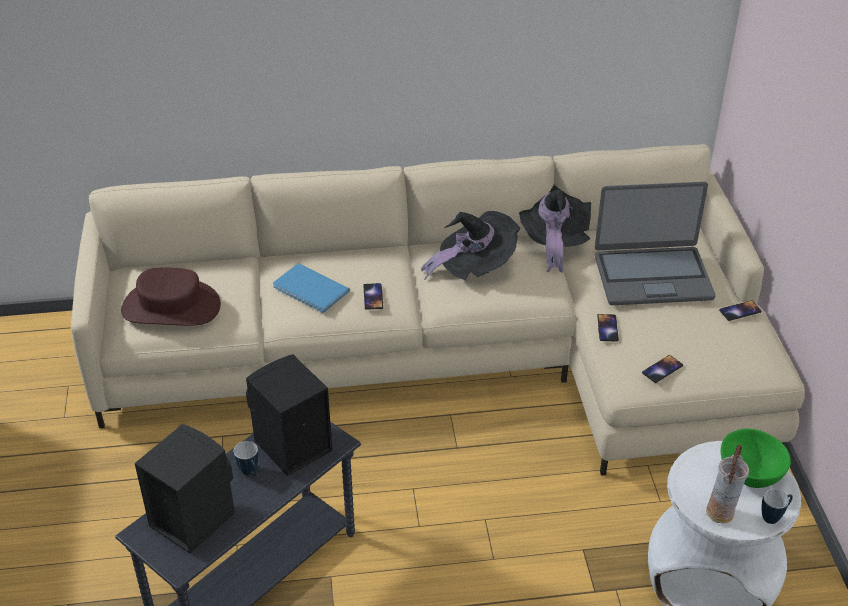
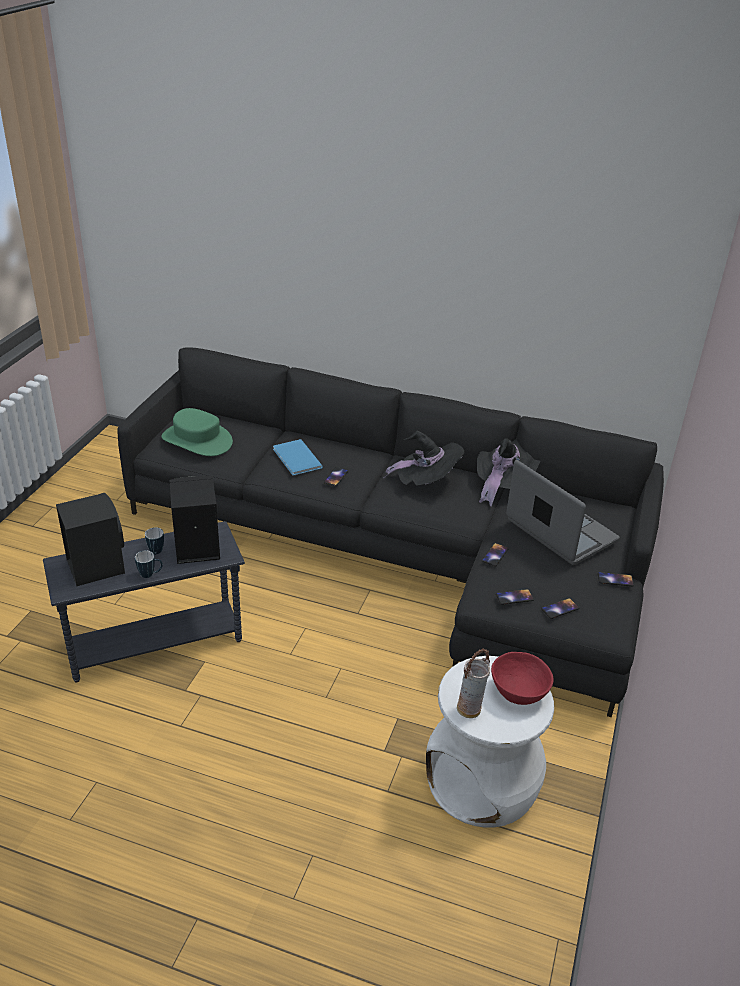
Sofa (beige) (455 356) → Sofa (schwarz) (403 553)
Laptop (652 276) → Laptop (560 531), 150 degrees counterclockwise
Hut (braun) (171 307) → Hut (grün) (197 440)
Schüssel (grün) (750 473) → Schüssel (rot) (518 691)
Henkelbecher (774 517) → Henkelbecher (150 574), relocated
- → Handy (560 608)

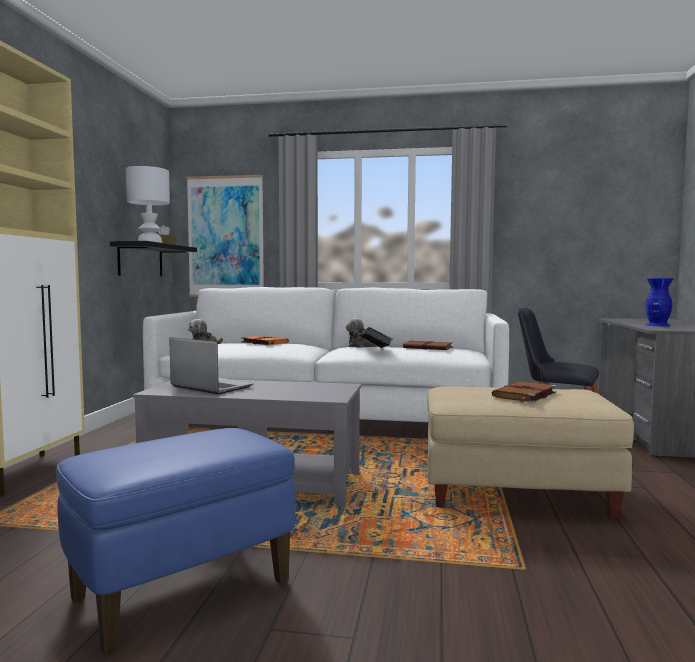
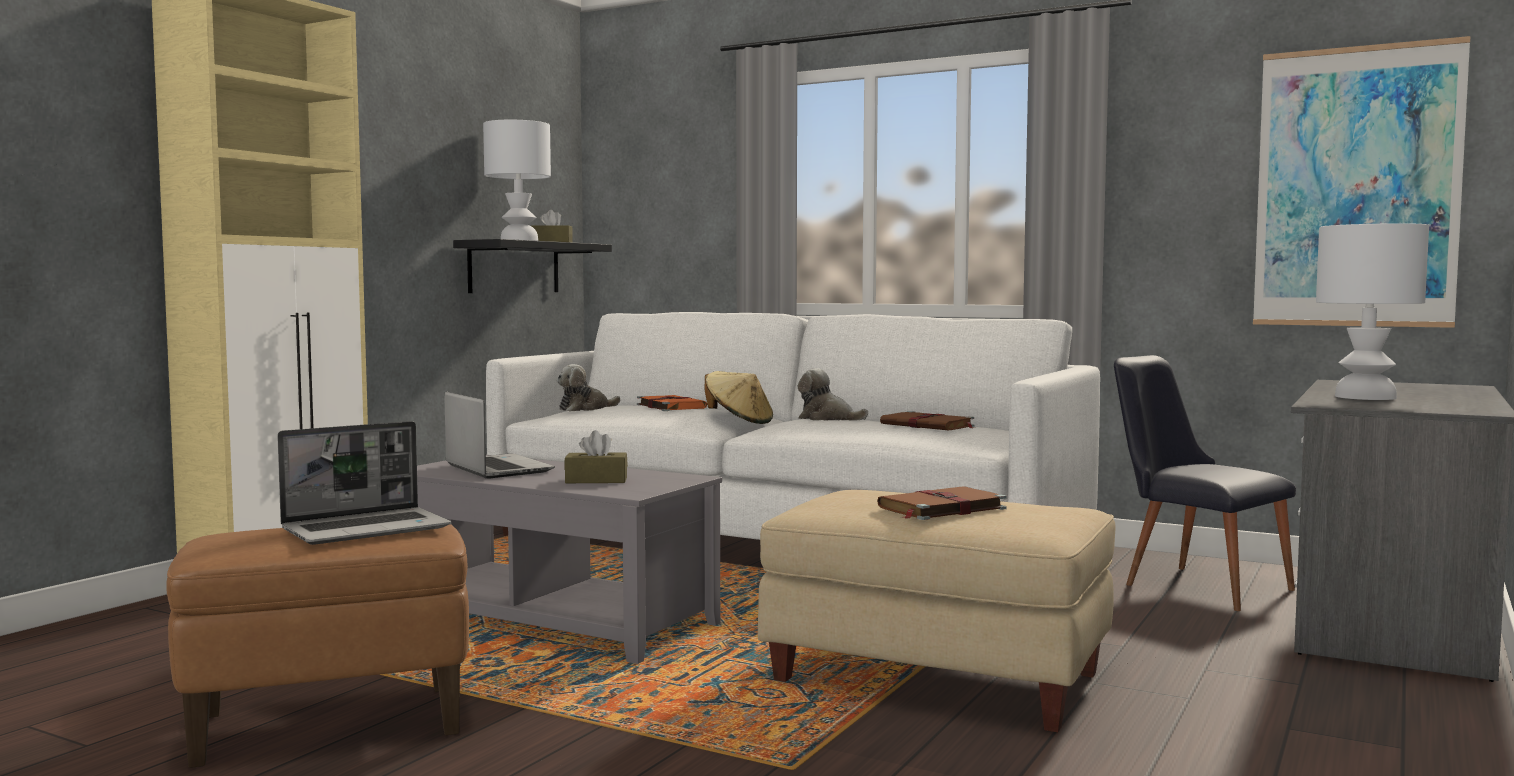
Bild (225 237) → Bild (1356 187), relocated
Vase (blau) (657 325) → Tischlampe (weiß) (1365 397)
Buch (375 350) → -
Polsterhocker (blau) (184 590) → Polsterhocker (braun) (331 724)
- → Hut (beige) (739 422)
- → Laptop (368 529)
- → Taschentuchbox (braun) (596 480)

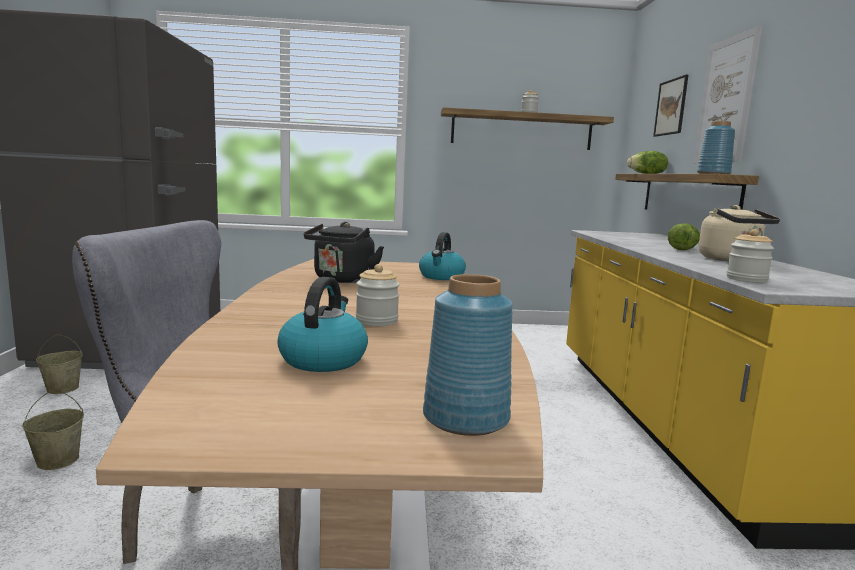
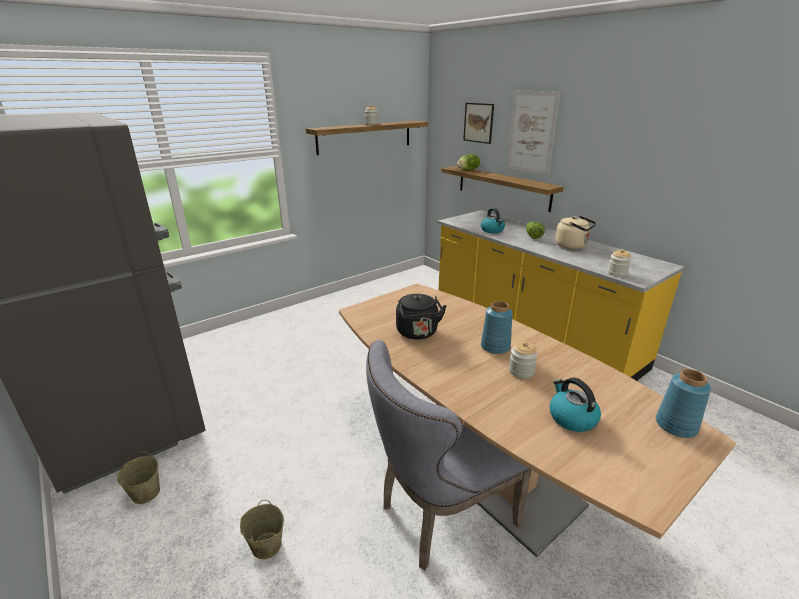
Vase (blau) (712 174) → Vase (blau) (494 347), relocated
Wasserkessel (441 277) → Wasserkessel (492 230), relocated

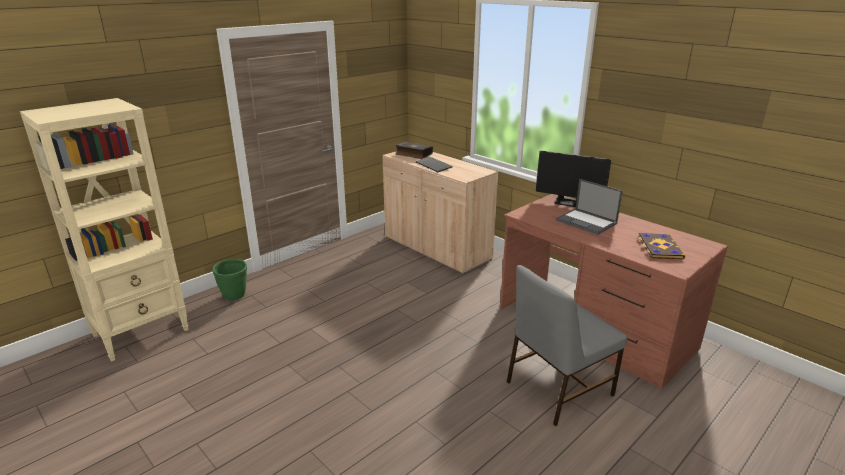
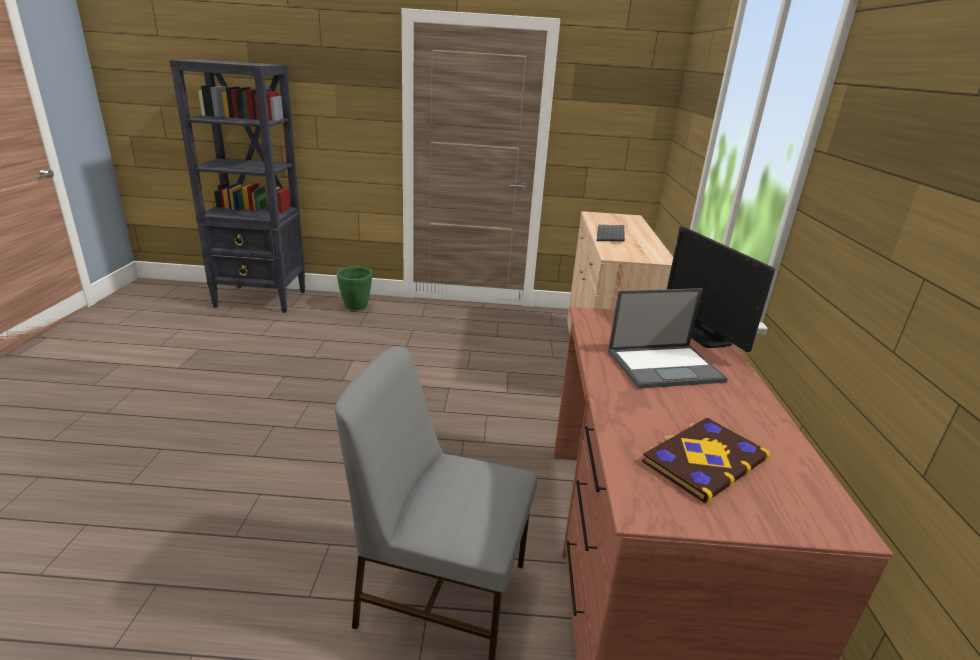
Bücherregal (beige) (142 332) → Bücherregal (schwarz) (262 299)
Buch (413 154) → -
Laptop (587 222) → Laptop (665 366), 105 degrees counterclockwise

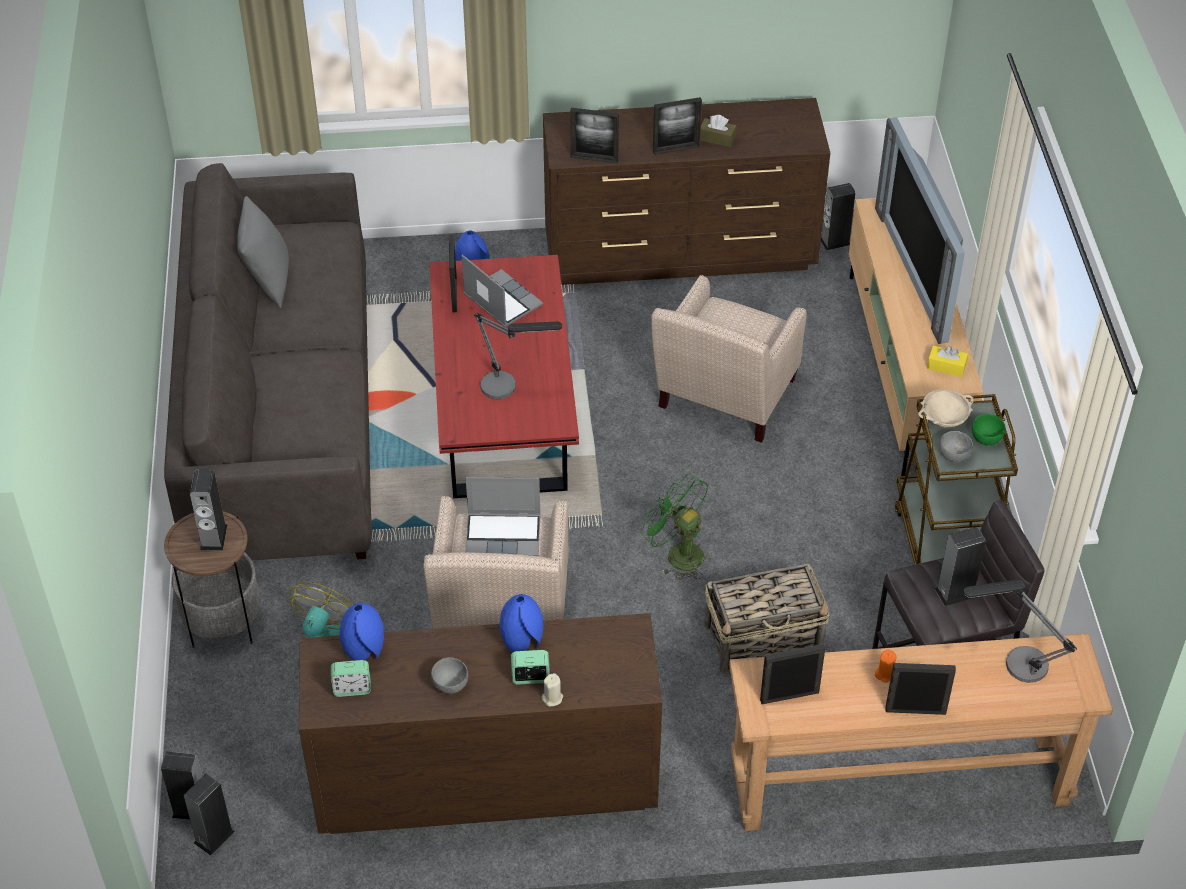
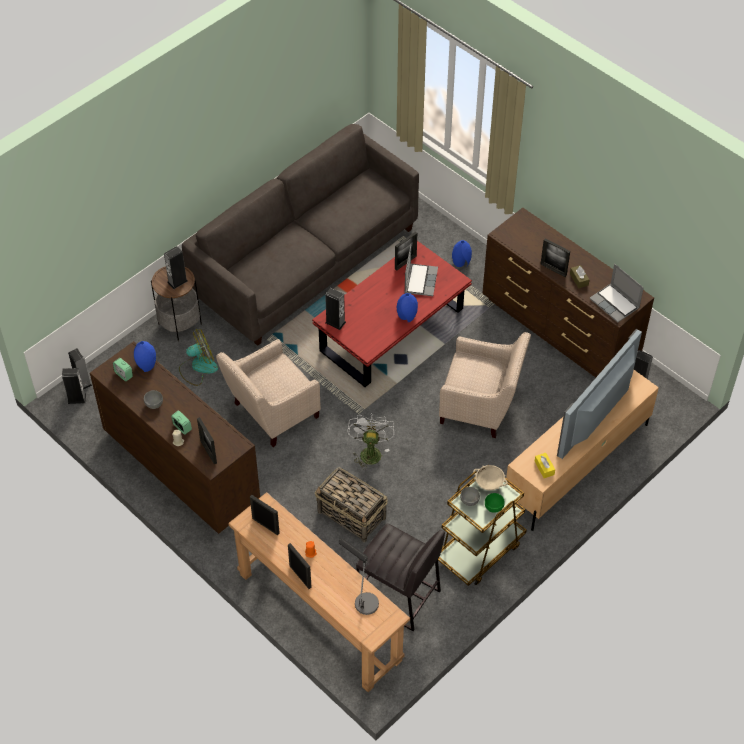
Bilderrahmen (594 159) → Bilderrahmen (208 452), relocated
Kissen (grau) (268 281) → -
Sessel (beige) (722 399) → Sessel (beige) (481 407), 150 degrees counterclockwise
Tischlampe (509 387) → -
Ventilator (grün) (678 553) → Ventilator (weiß) (370 451)
Laptop (504 535) → Laptop (615 304), relocated
Lautsprecher (955 593) → Lautsprecher (335 322), relocated
Vase (blau) (523 641) → Vase (blau) (407 316), relocated

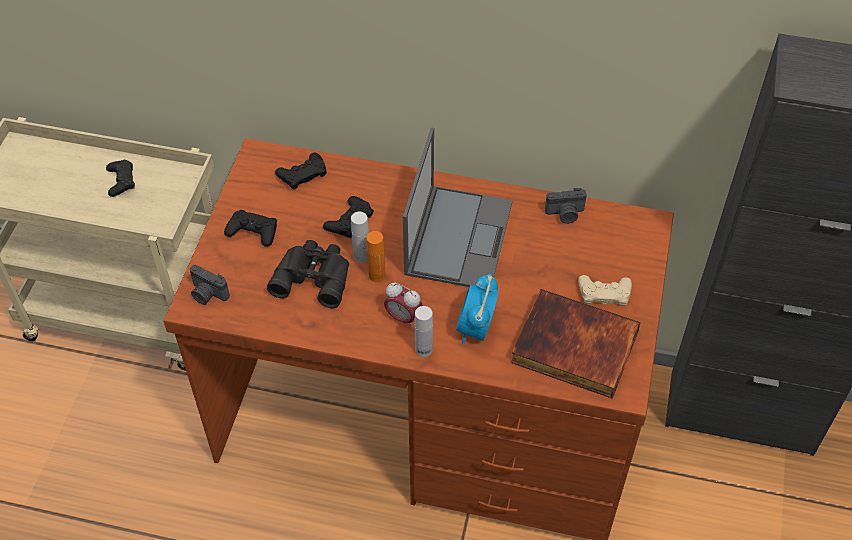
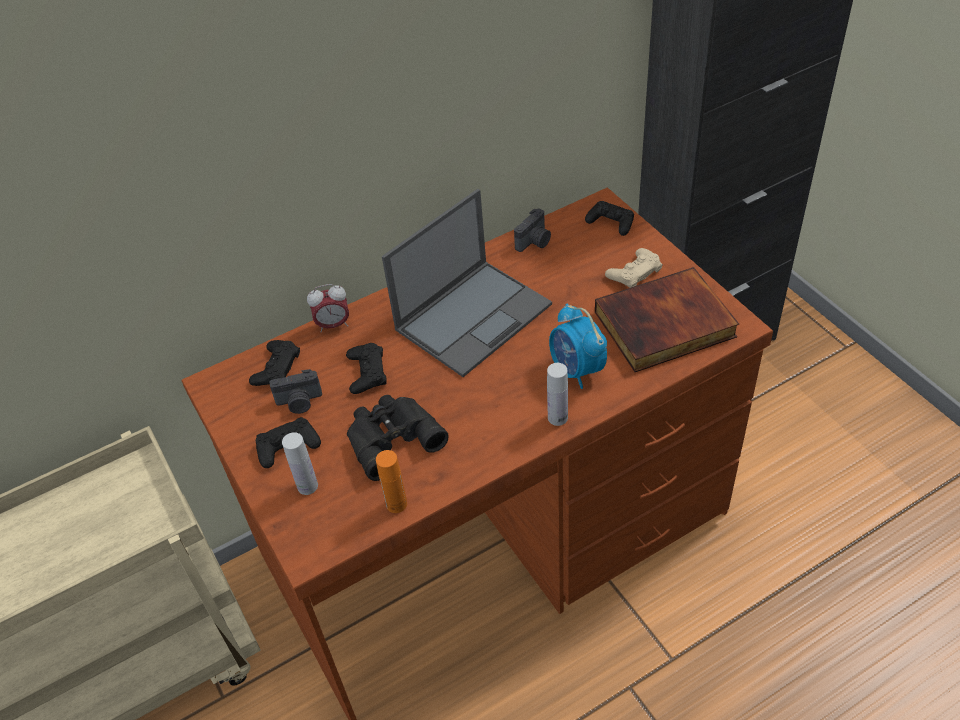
Laptop (458 236) → Laptop (474 316), 75 degrees clockwise
Gamepad (schwarz) (121 181) → Gamepad (schwarz) (611 222), relocated
Flasche (weiß) (361 256) → Flasche (weiß) (307 486), relocated
Flasche (orange) (377 275) → Flasche (orange) (396 504), relocated
Kamera (207 294) → Kamera (299 402), relocated
Wecker (403 317) → Wecker (333 325), relocated

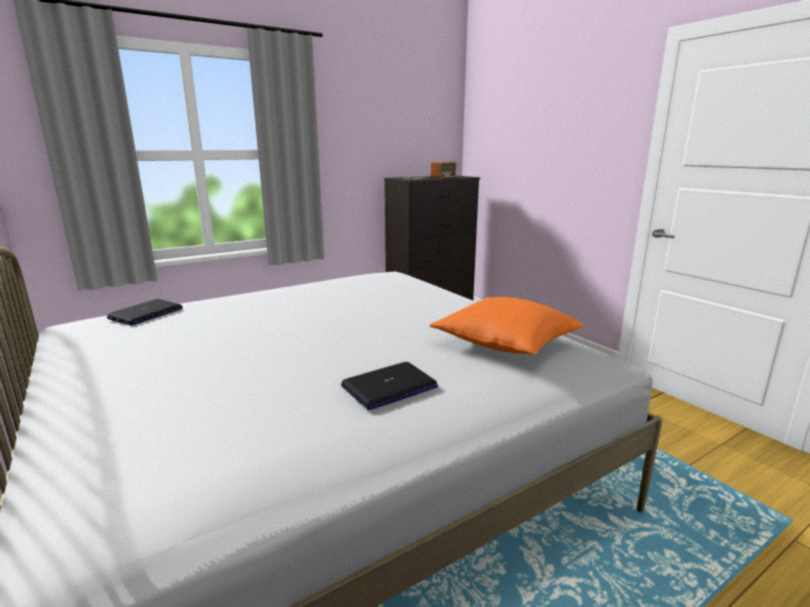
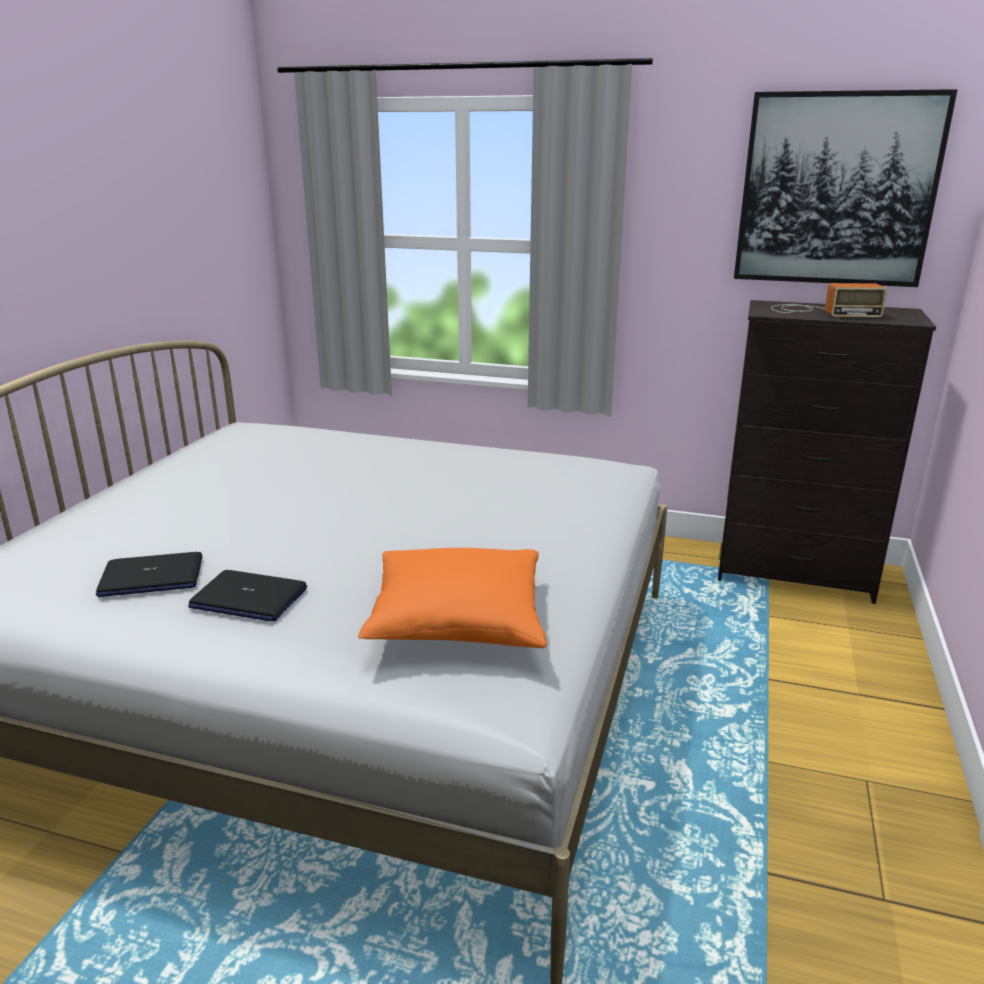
Laptop (146 314) → Laptop (151 577), relocated
- → Bild (836 190)

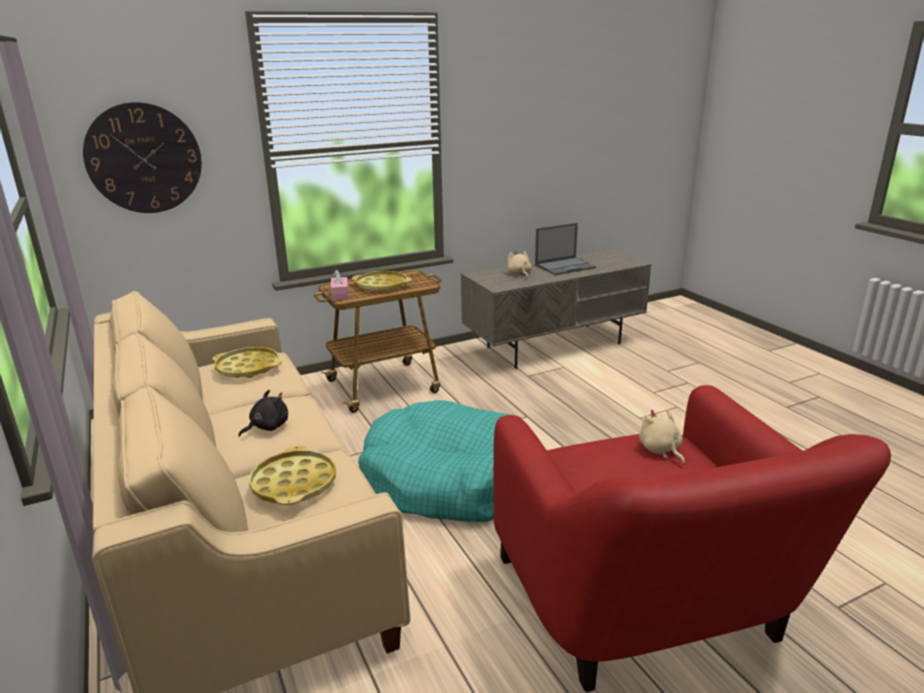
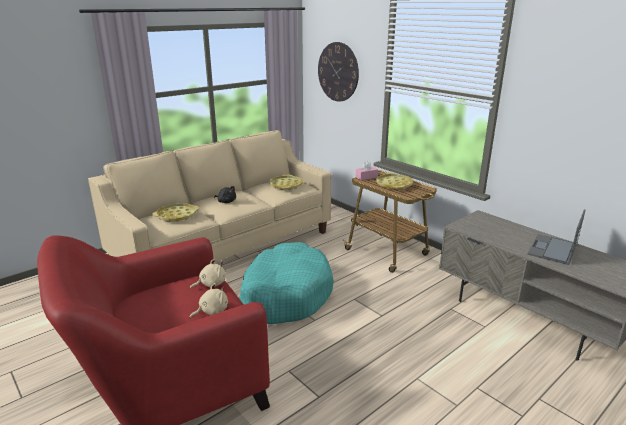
Laptop (565 266) → Laptop (552 250), 75 degrees clockwise
Plüschtier (beige) (519 274) → Plüschtier (beige) (211 284), relocated

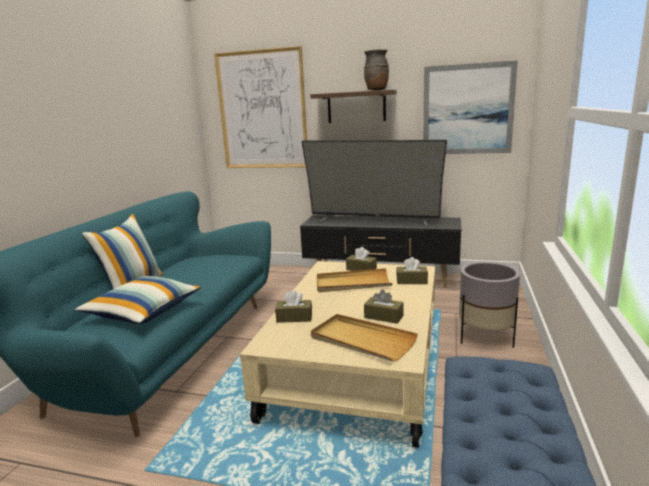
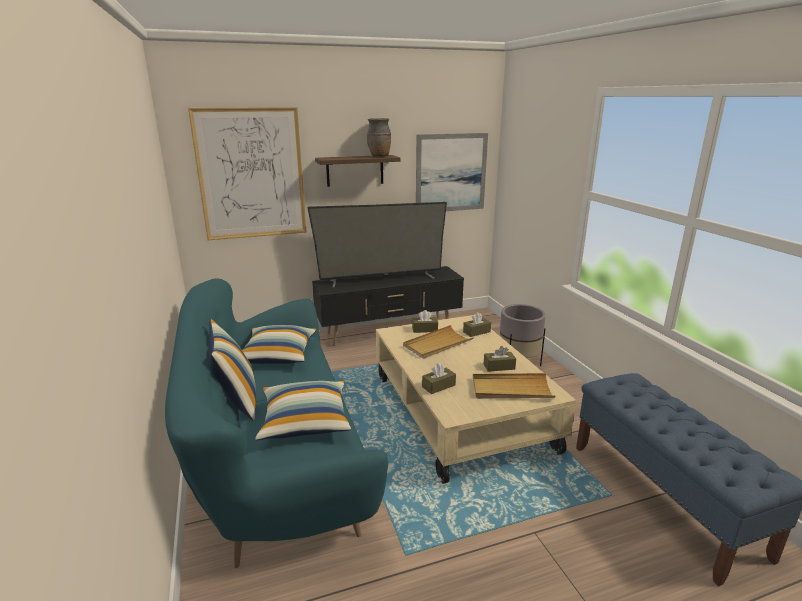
- → Kissen (277 355)

